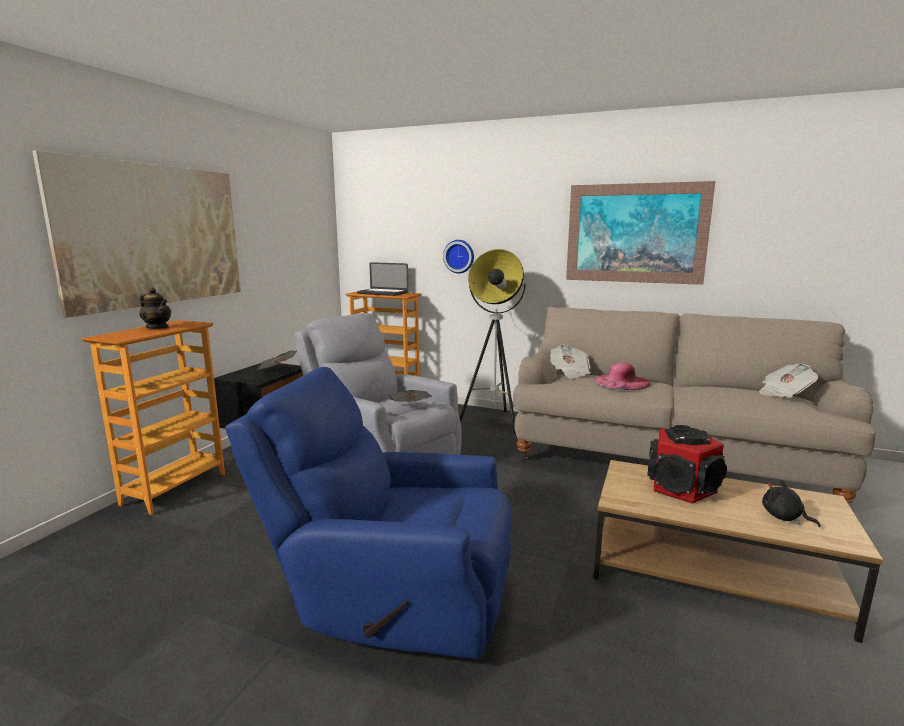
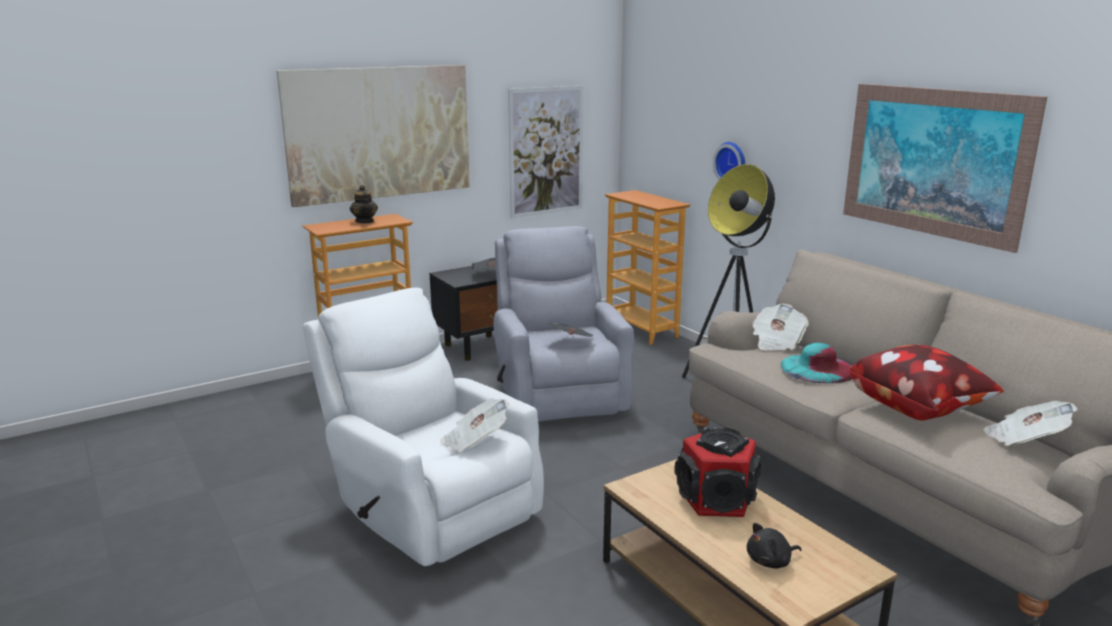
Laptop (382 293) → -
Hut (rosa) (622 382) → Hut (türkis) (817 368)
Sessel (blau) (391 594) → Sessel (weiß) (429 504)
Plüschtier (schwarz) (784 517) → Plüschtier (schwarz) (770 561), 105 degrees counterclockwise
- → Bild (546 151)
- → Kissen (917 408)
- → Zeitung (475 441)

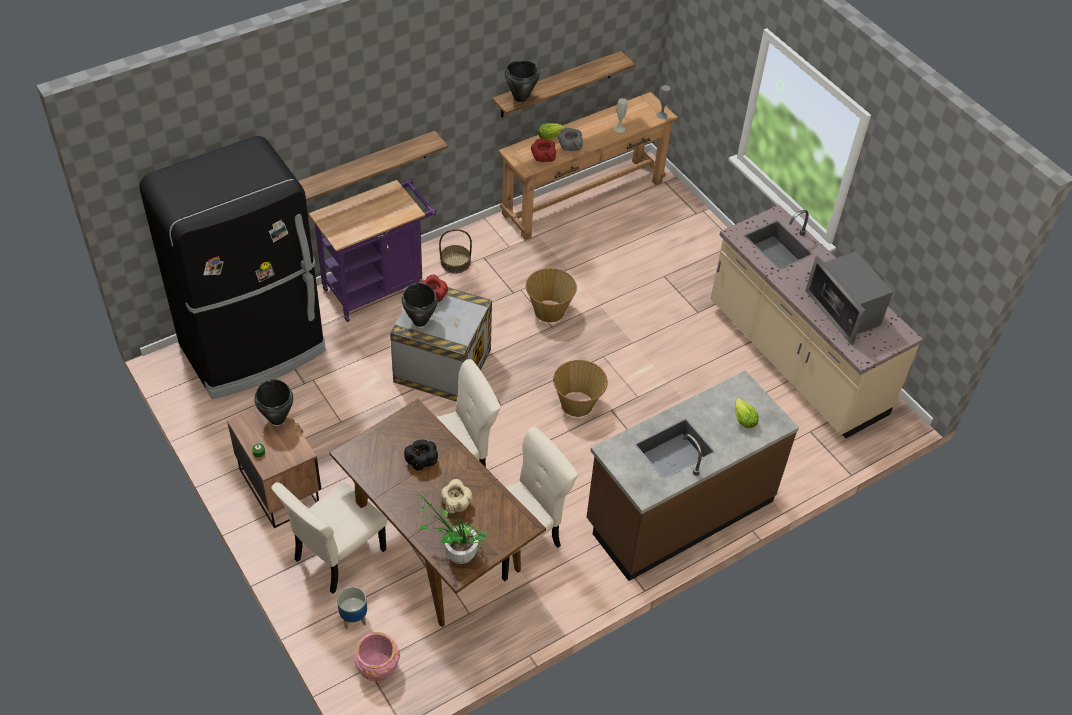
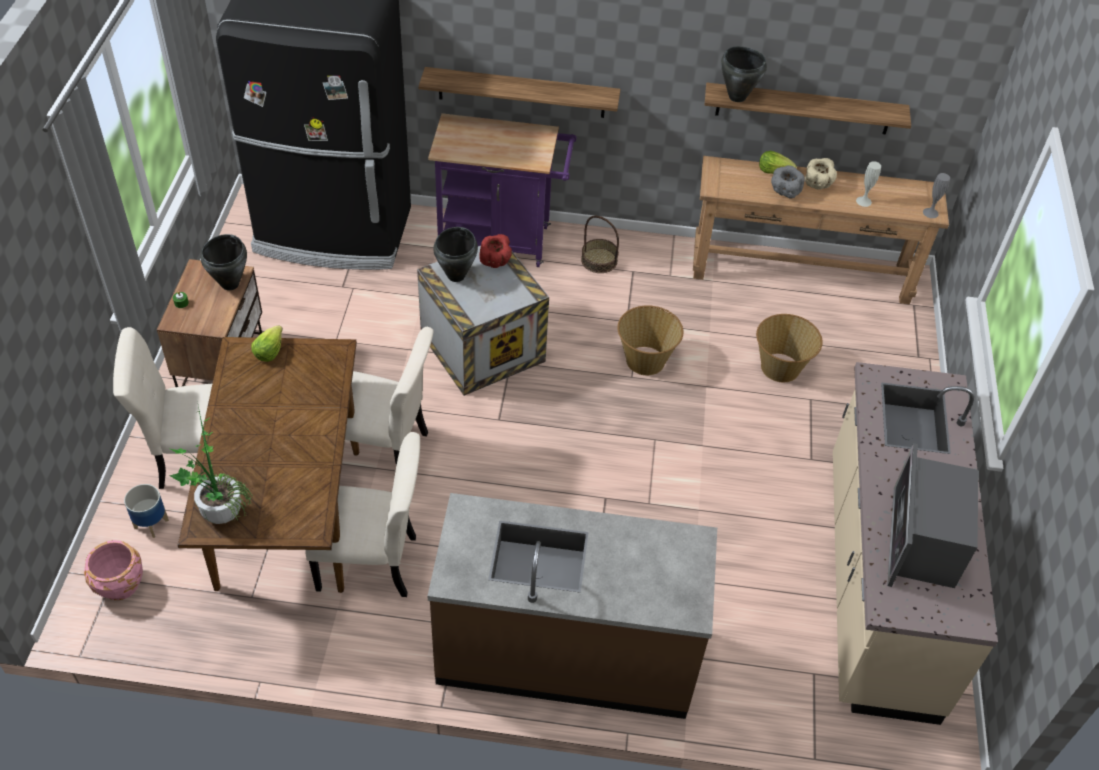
Schüssel (rot) (543 158) → -
Korb (577 404) → Korb (780 368), relocated
Salatkopf (743 419) → Salatkopf (269 351), relocated
Schüssel (schwarz) (421 461) → -
Schüssel (beige) (456 504) → Schüssel (beige) (818 183), relocated

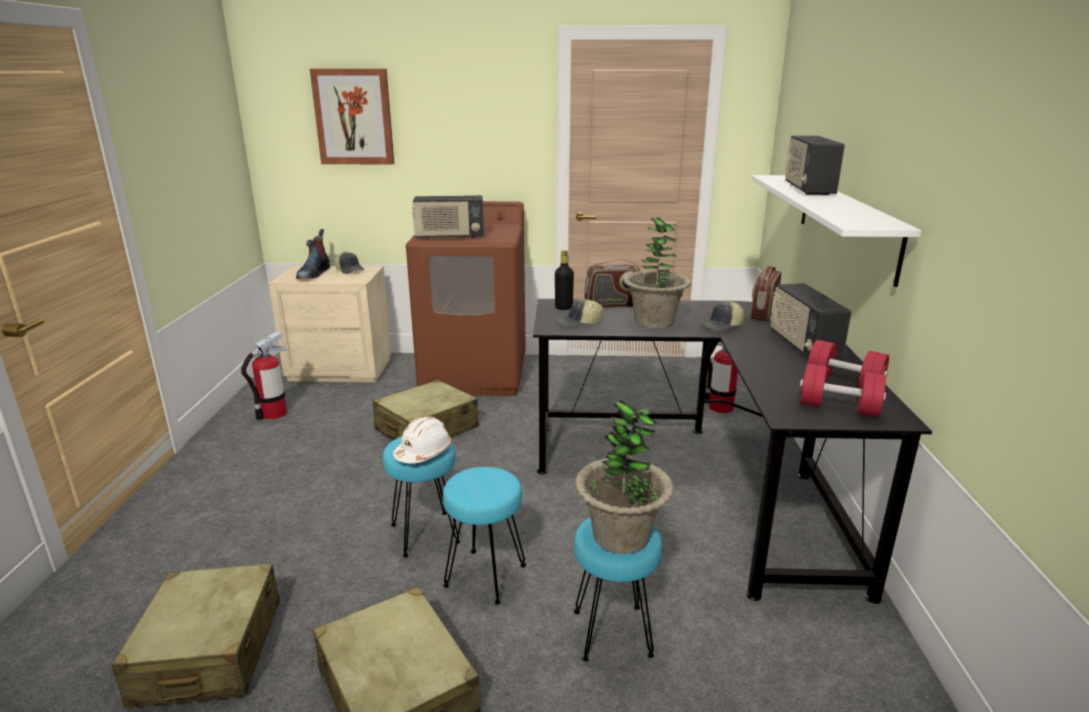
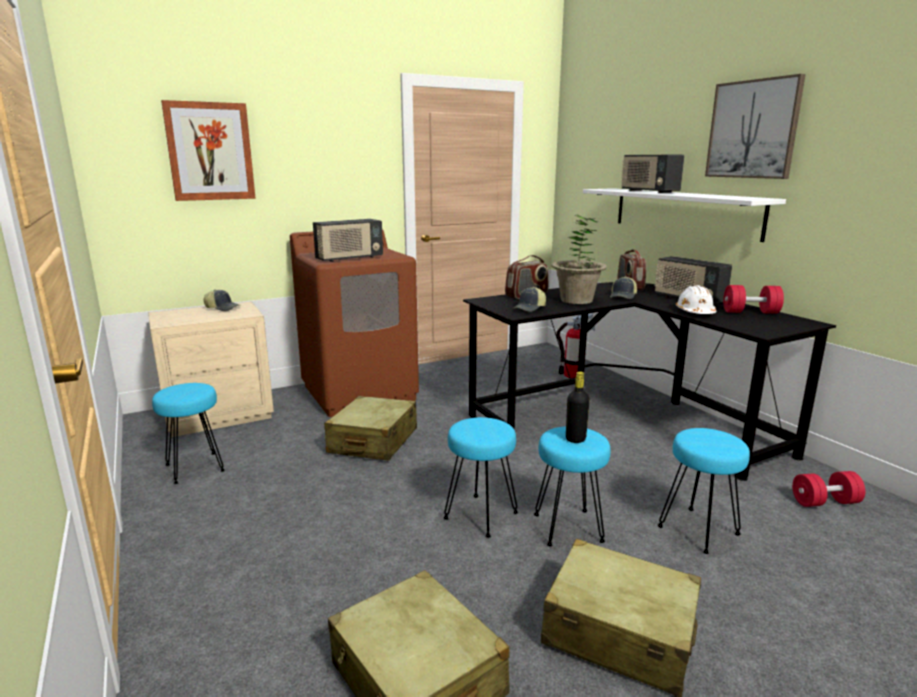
Stiefel (313 273) → -
Flasche (schwarz) (563 308) → Flasche (schwarz) (575 439), relocated
Feuerlöscher (273 414) → Hocker (türkis) (195 467)
Hantel (rot) (838 408) → Hantel (rot) (825 502), relocated
Topfpflanze (621 536) → -
Schutzhelm (weiß) (424 452) → Schutzhelm (weiß) (695 312), relocated
- → Bild (753 129)

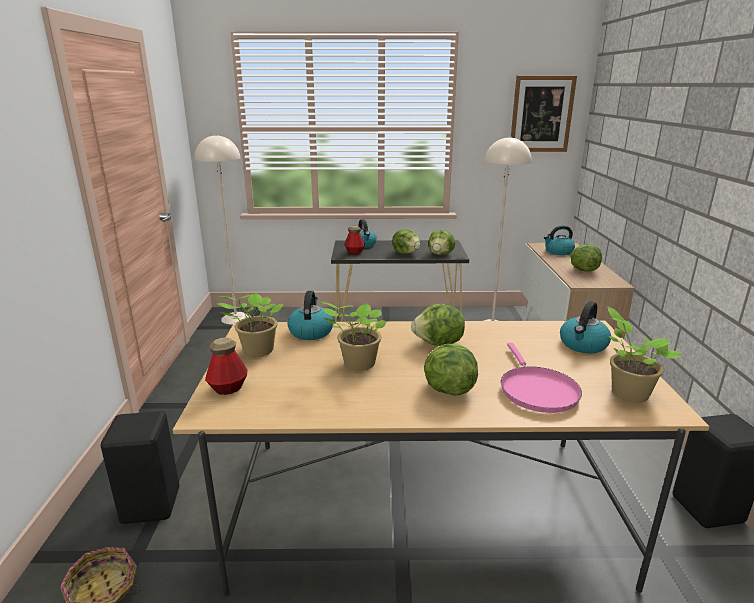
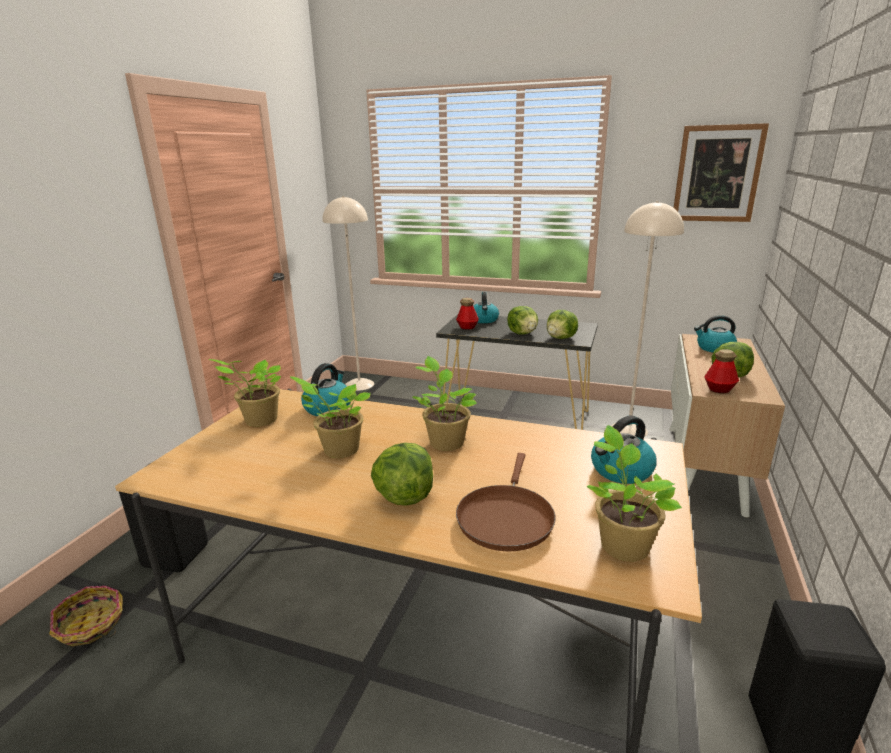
Salatkopf (439 344) → Topfpflanze (445 441)
Flasche (228 388) → Flasche (719 389), relocated
Pfanne (rosa) (536 390) → Pfanne (braun) (506 517)

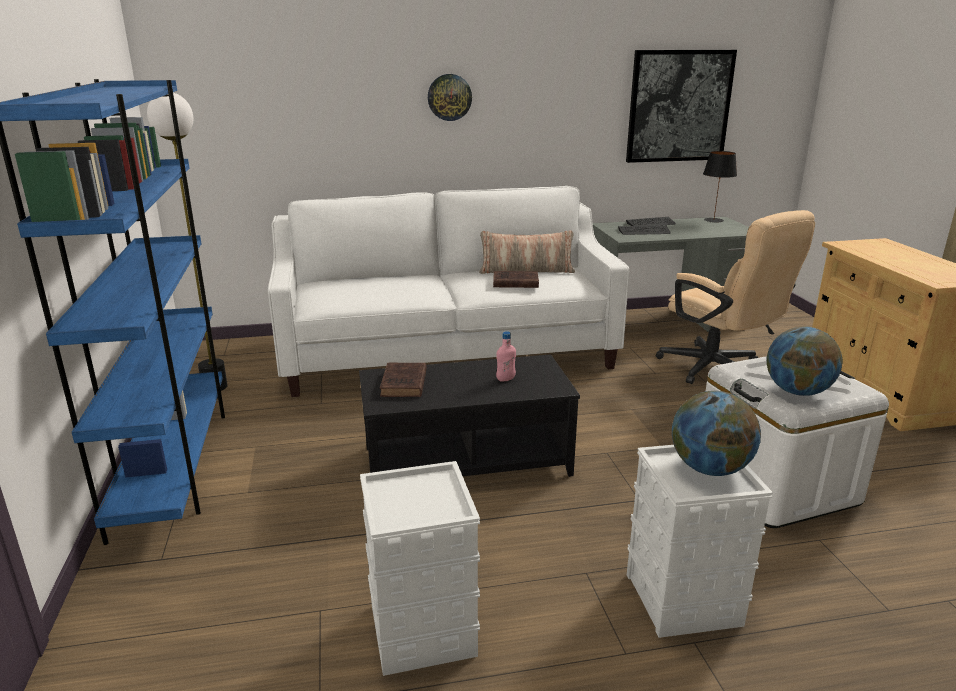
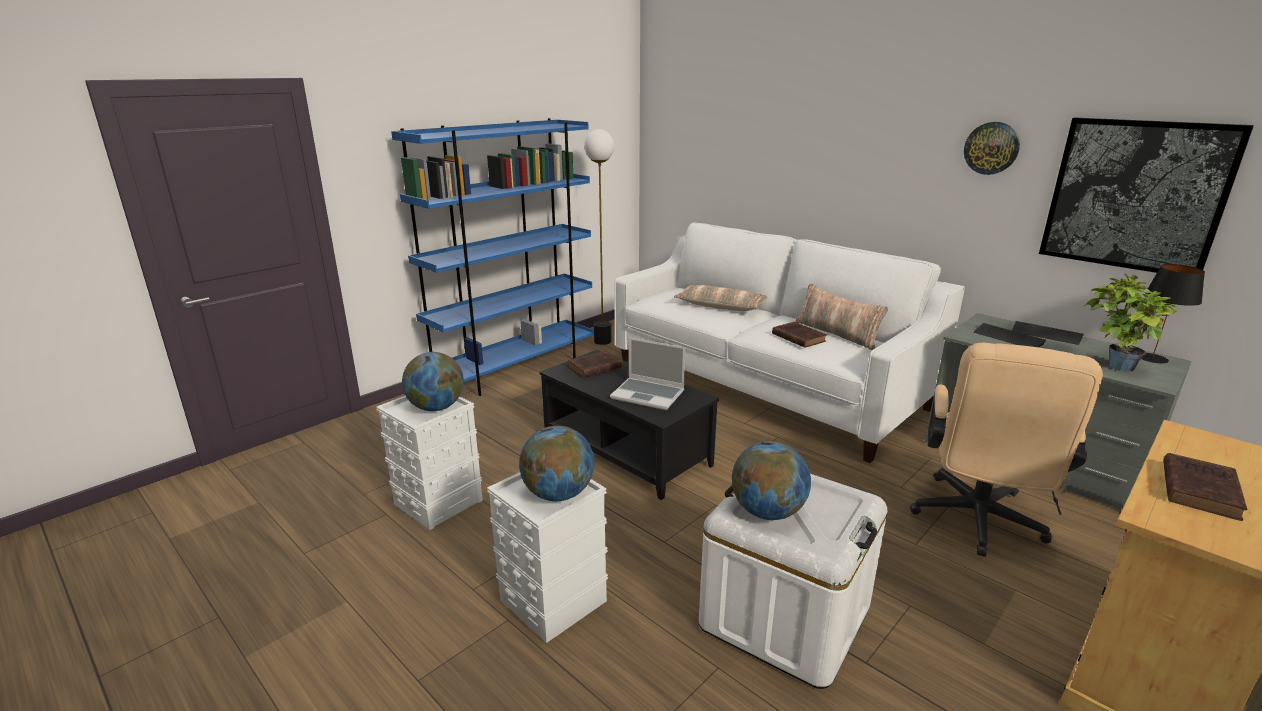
Wanduhr (449 97) → Wanduhr (991 148), relocated
Flasche (rosa) (505 379) → Laptop (649 395)
- → Topfpflanze (1113 366)
- → Kissen (720 306)
- → Globus (436 407)
- → Buch (braun) (1199 489)

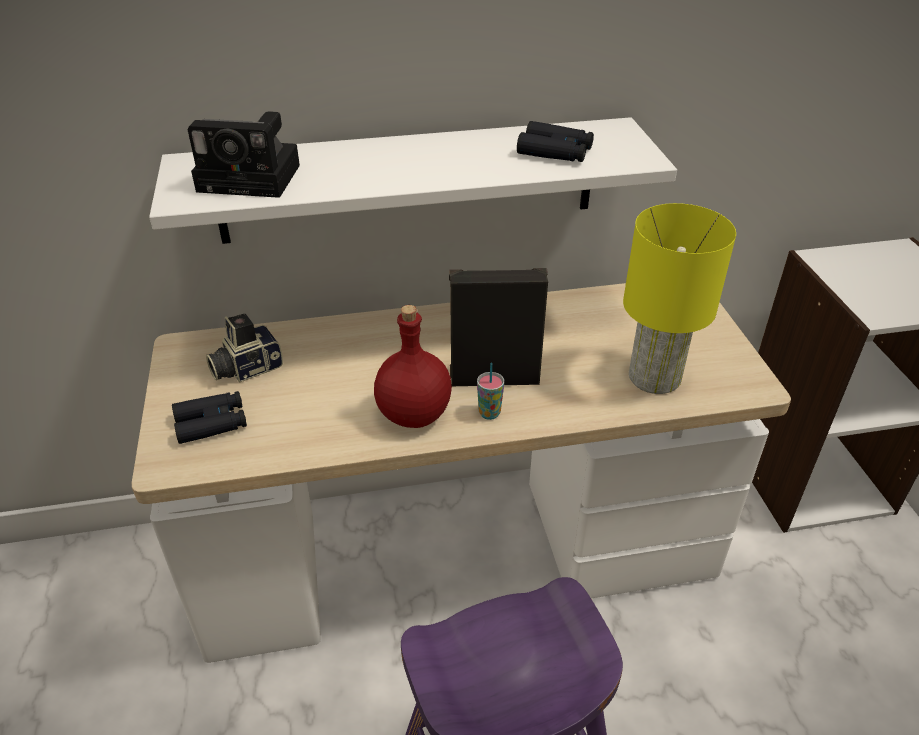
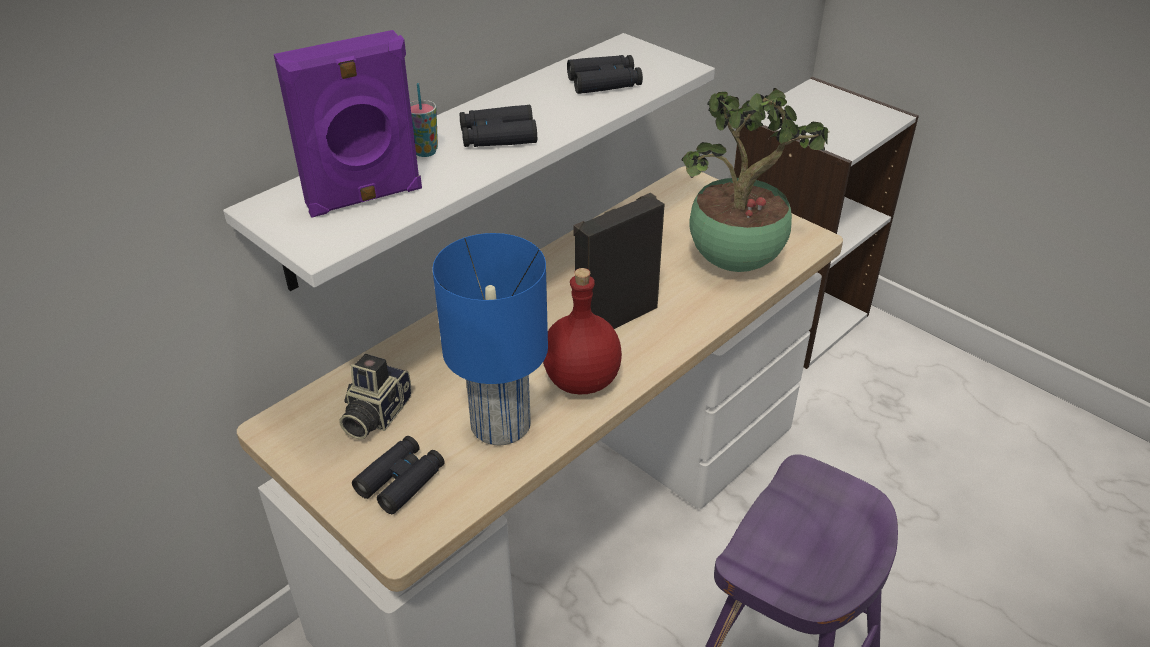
Kamera (254 178) → Lautsprecher (lila) (365 198)
Tischlampe (gelb) (656 378) → Topfpflanze (737 262)
Tasse (489 413) → Tasse (425 152), relocated
- → Fernglas (schwarz) (498 136)
- → Tischlampe (blau) (500 426)

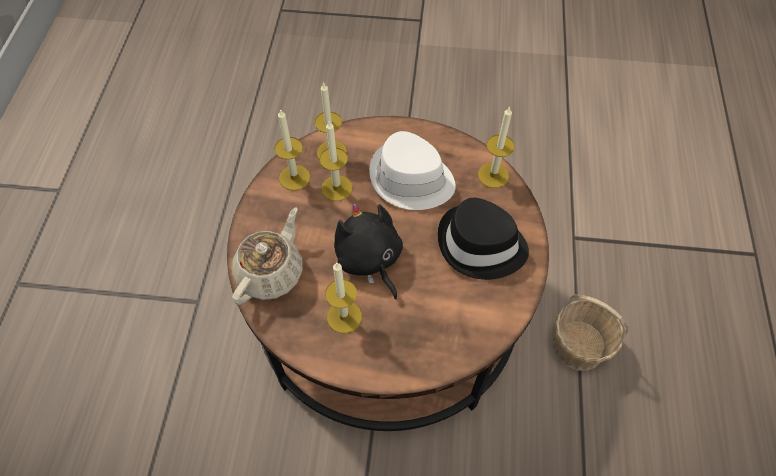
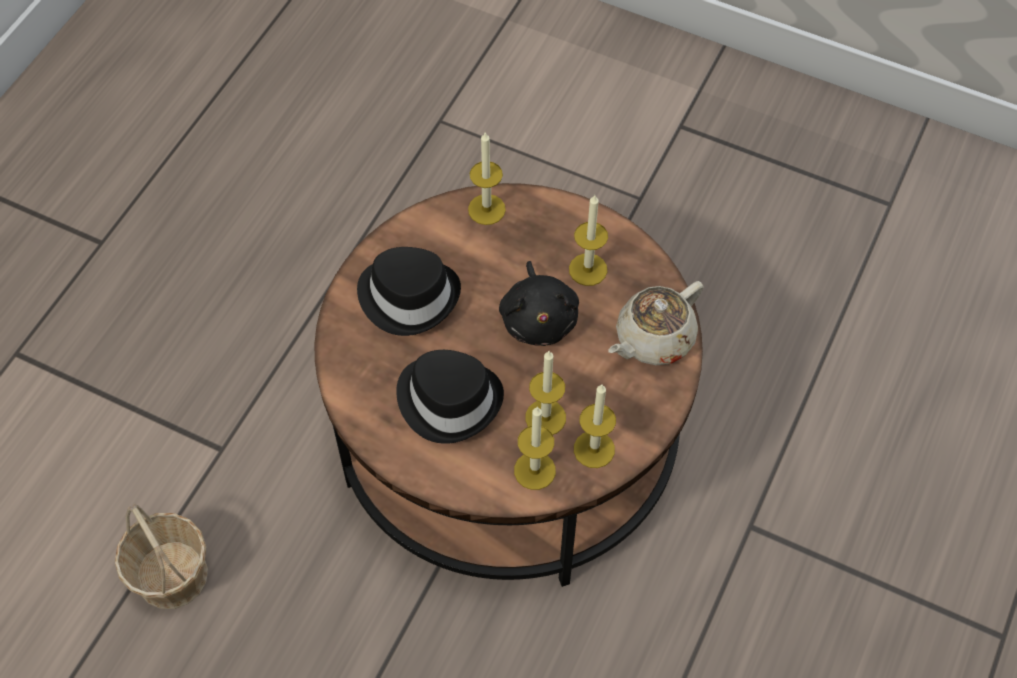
Kerze (493 175) → Kerze (486 209), relocated
Hut (weiß) (411 180) → Hut (schwarz) (449 399)
Korb (578 346) → Korb (172 574), relocated

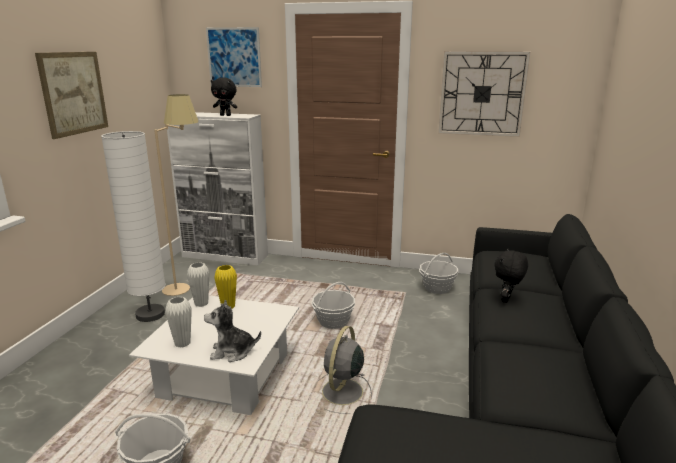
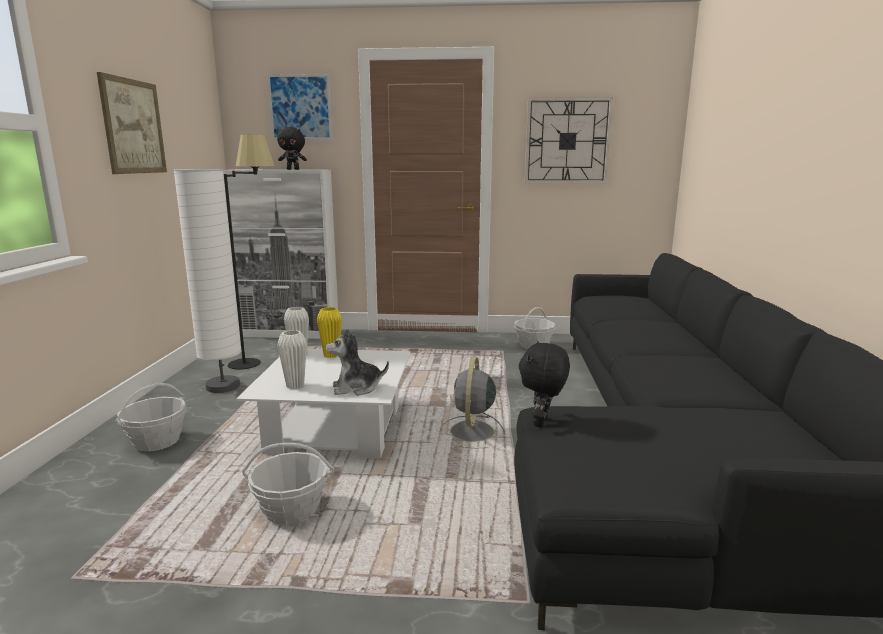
Stehlampe (beige) (189 288) → Stehlampe (schwarz) (259 362)
Plüschtier (schwarz) (507 300) → Plüschtier (schwarz) (542 423), relocated
Korb (333 322) → Korb (156 441), relocated

